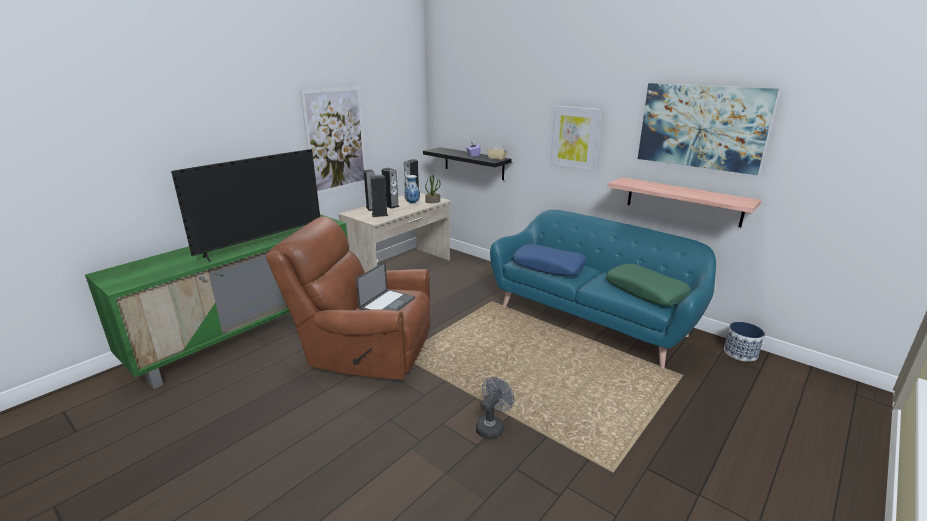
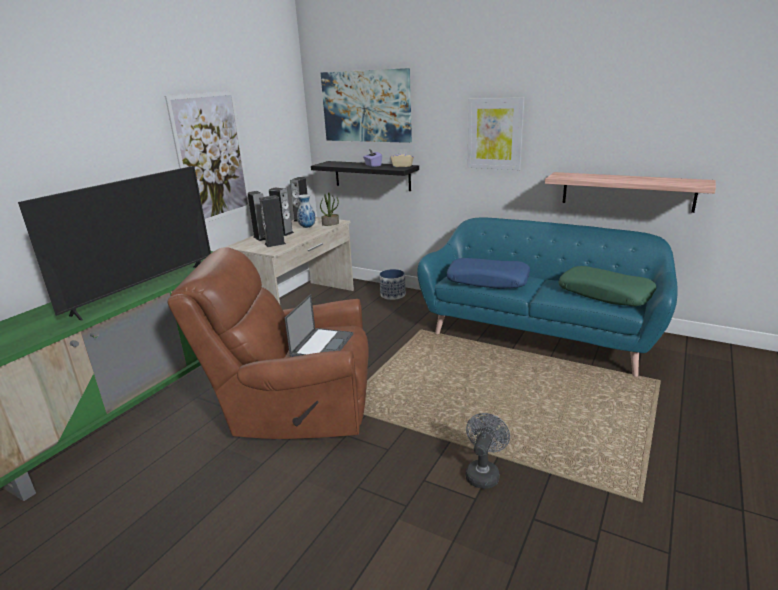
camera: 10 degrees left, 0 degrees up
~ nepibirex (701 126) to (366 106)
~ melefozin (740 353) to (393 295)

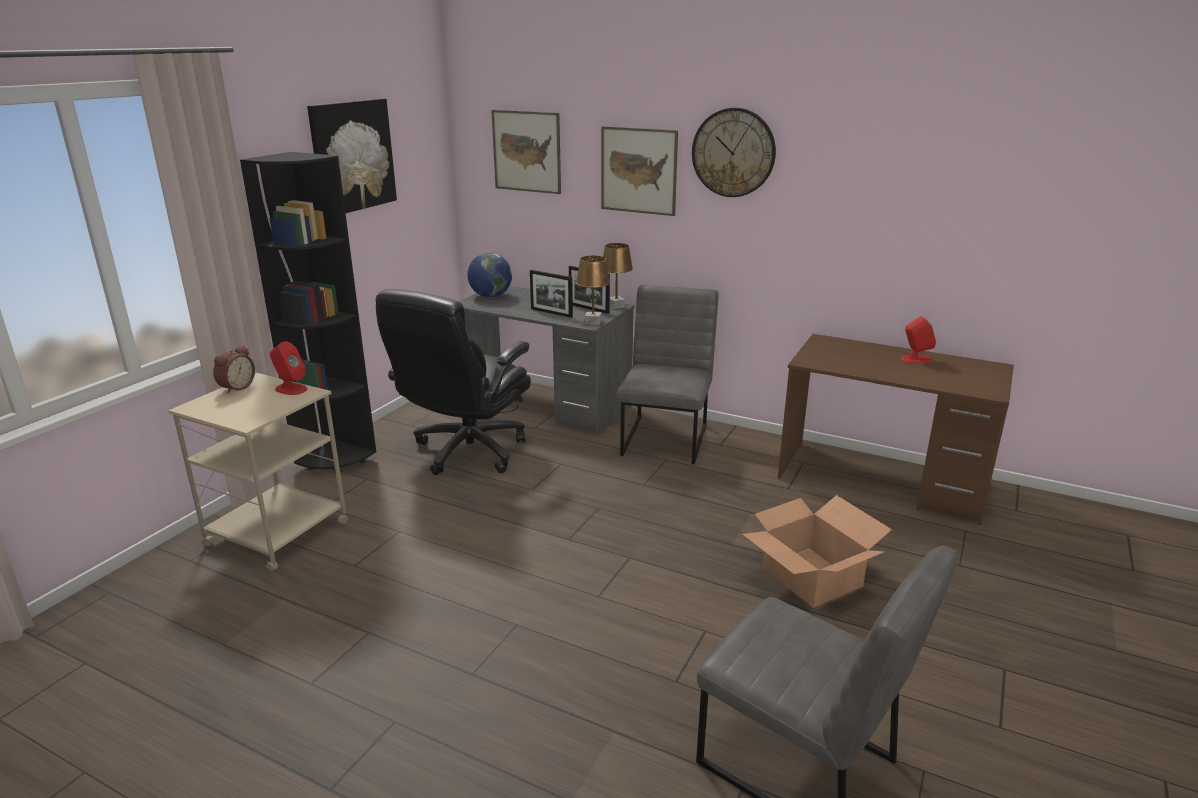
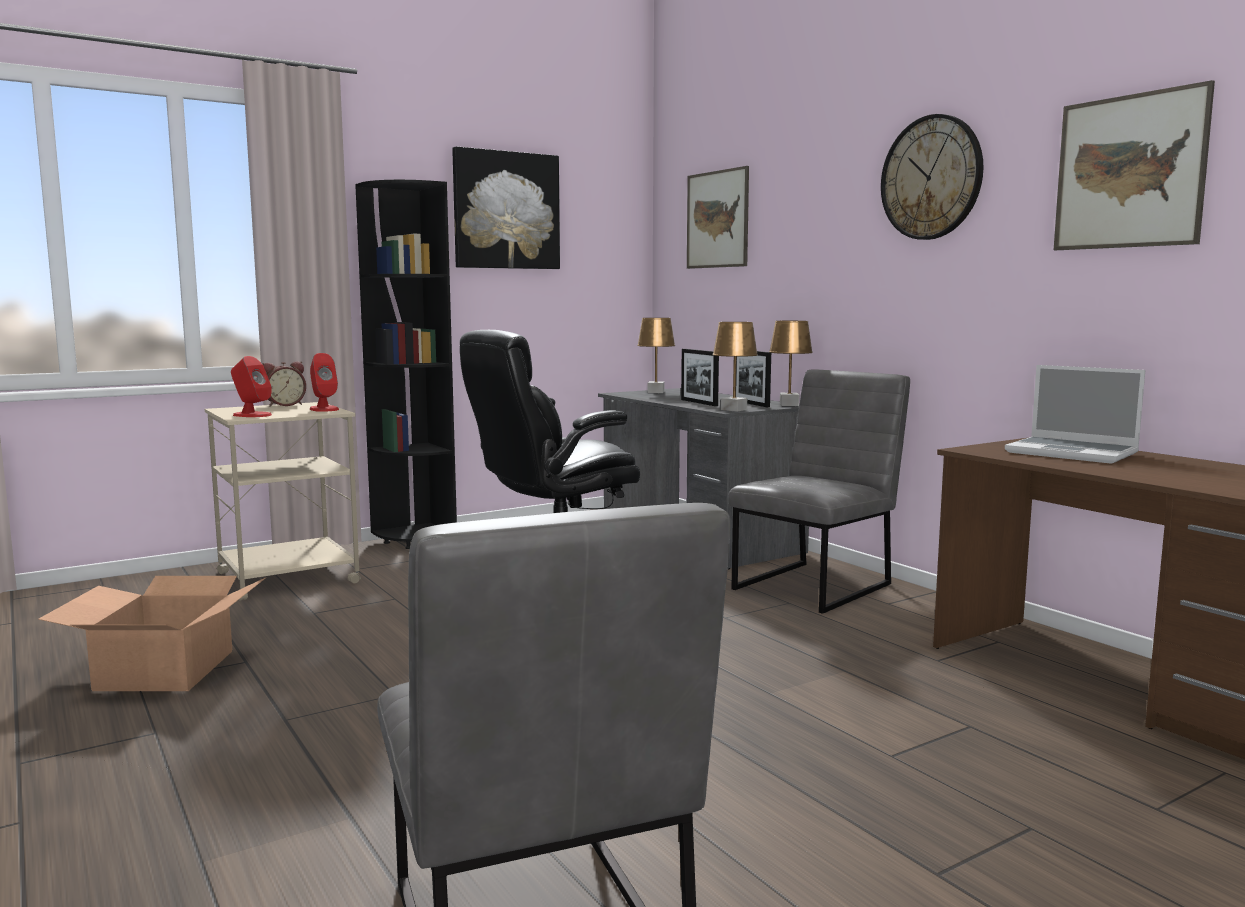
camera: 30 degrees right, 15 degrees down
~ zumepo (490 296) to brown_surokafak (655 392)
~ nepibirex (638 171) to (1129 172)
~ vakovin (811 577) to (164 670)
~ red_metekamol (915 359) to (252 415)
+ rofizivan (1073 453)

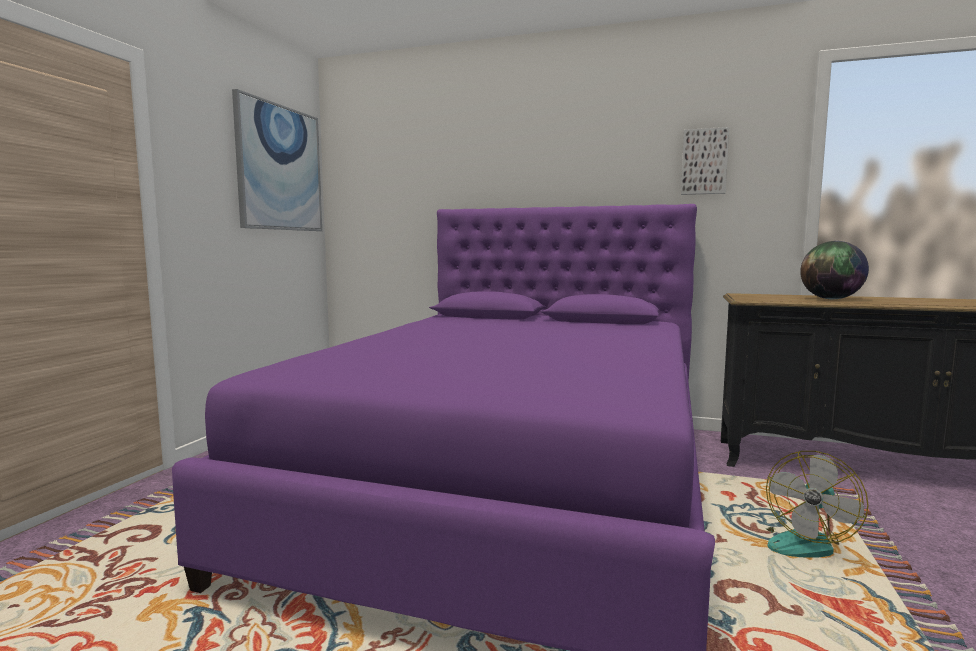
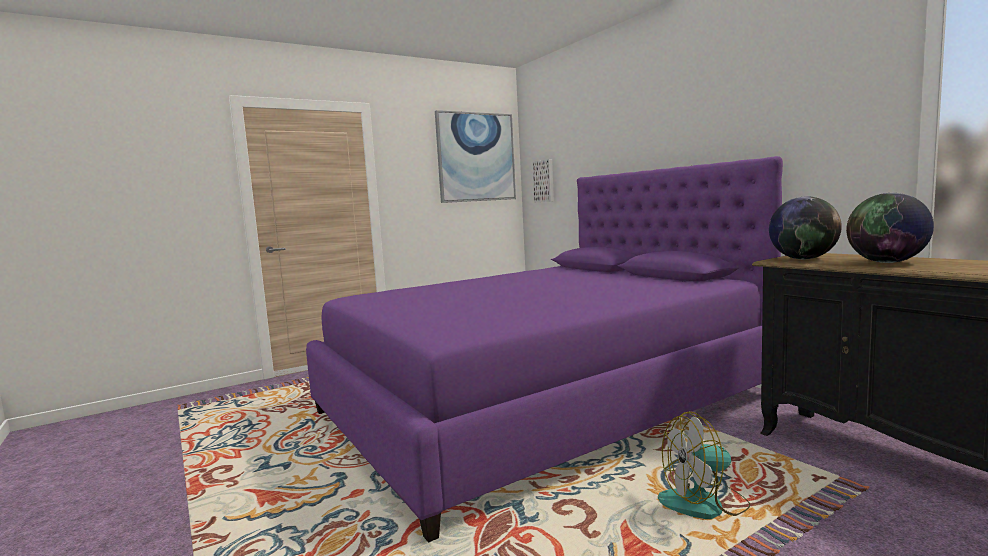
camera: 40 degrees right, 0 degrees up
~ nepibirex (704 162) to (544 181)
+ zumepo (803 259)

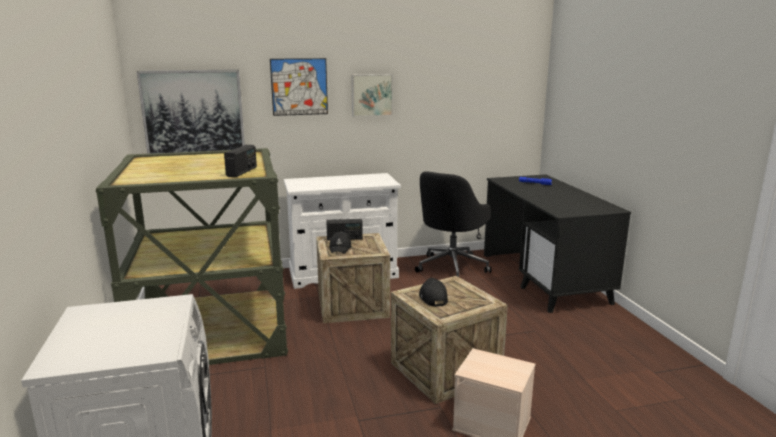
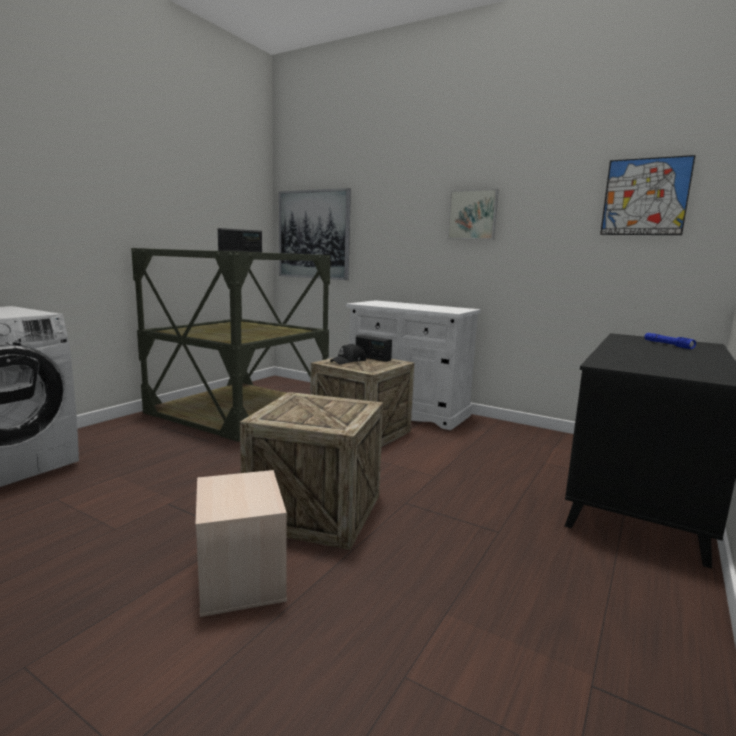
camera: 45 degrees right, 5 degrees down
~ nepibirex (299 87) to (645 197)
- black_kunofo (452 268)
- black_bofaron (432 297)

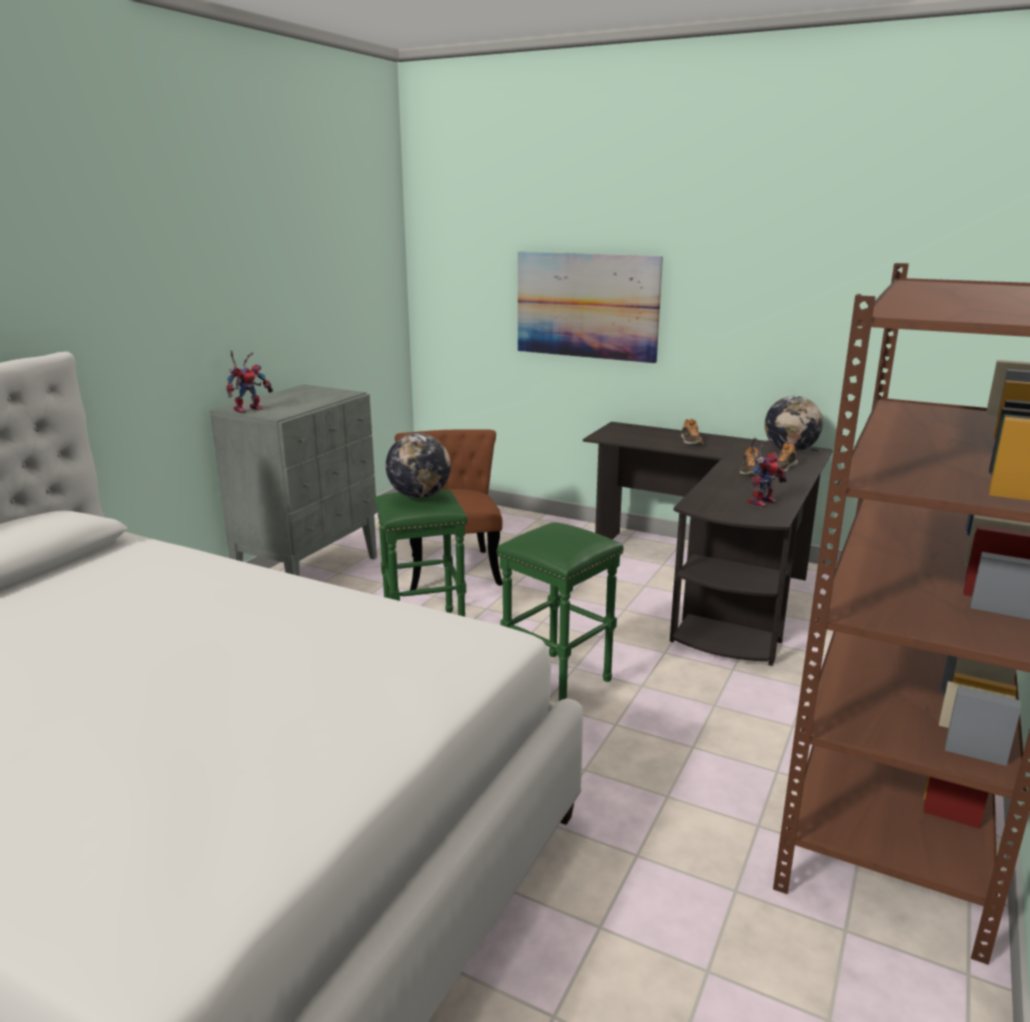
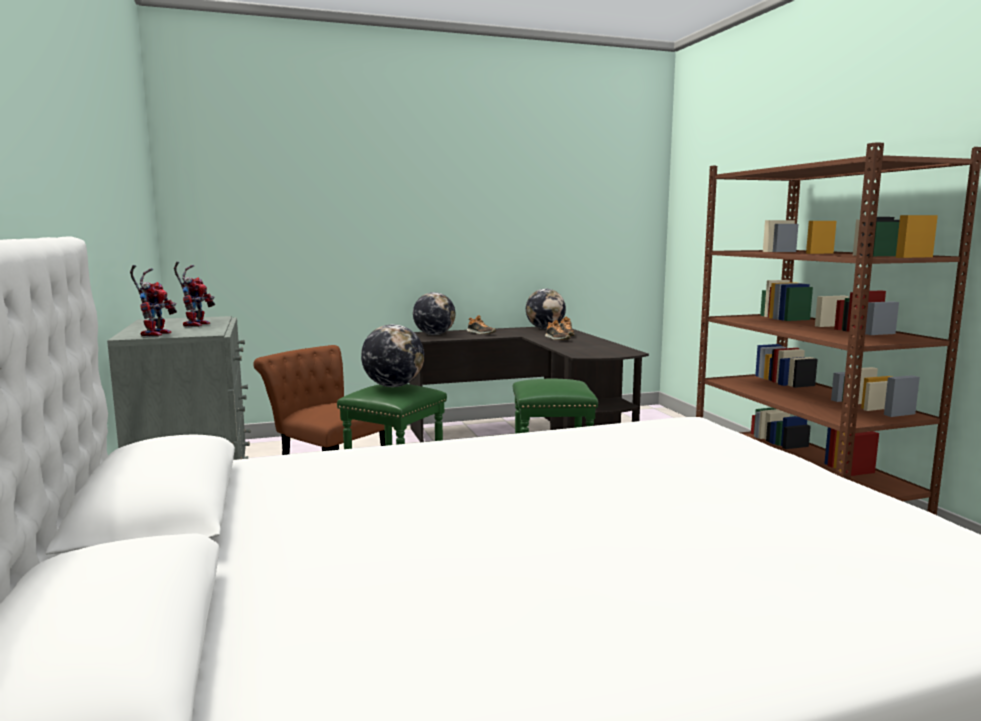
camera: 45 degrees left, 10 degrees down
- nepibirex (587 305)
~ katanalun (761 501) to (195 325)
+ zumepo (434 334)

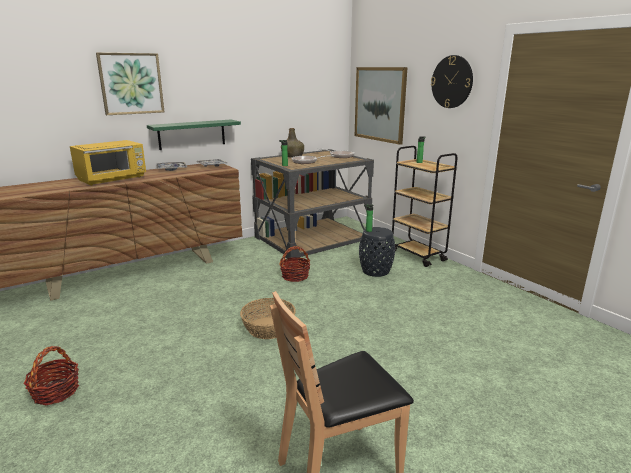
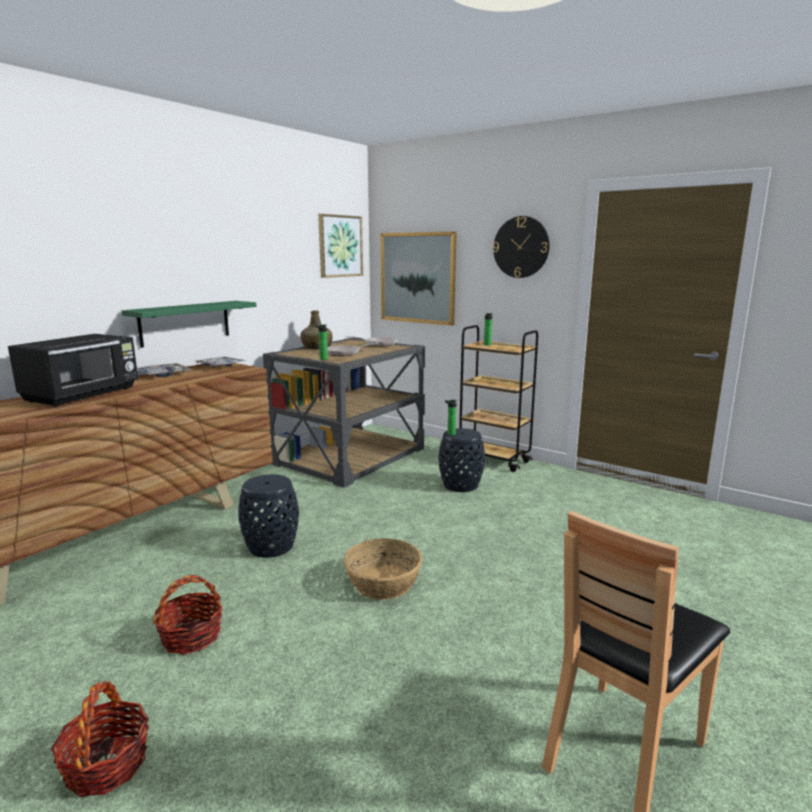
camera: 20 degrees left, 5 degrees down
~ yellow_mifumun (113 179) to black_mifumun (83 395)
~ nepibirex (131 83) to (340 246)
~ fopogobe (295 276) to (191 636)
+ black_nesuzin (271 546)

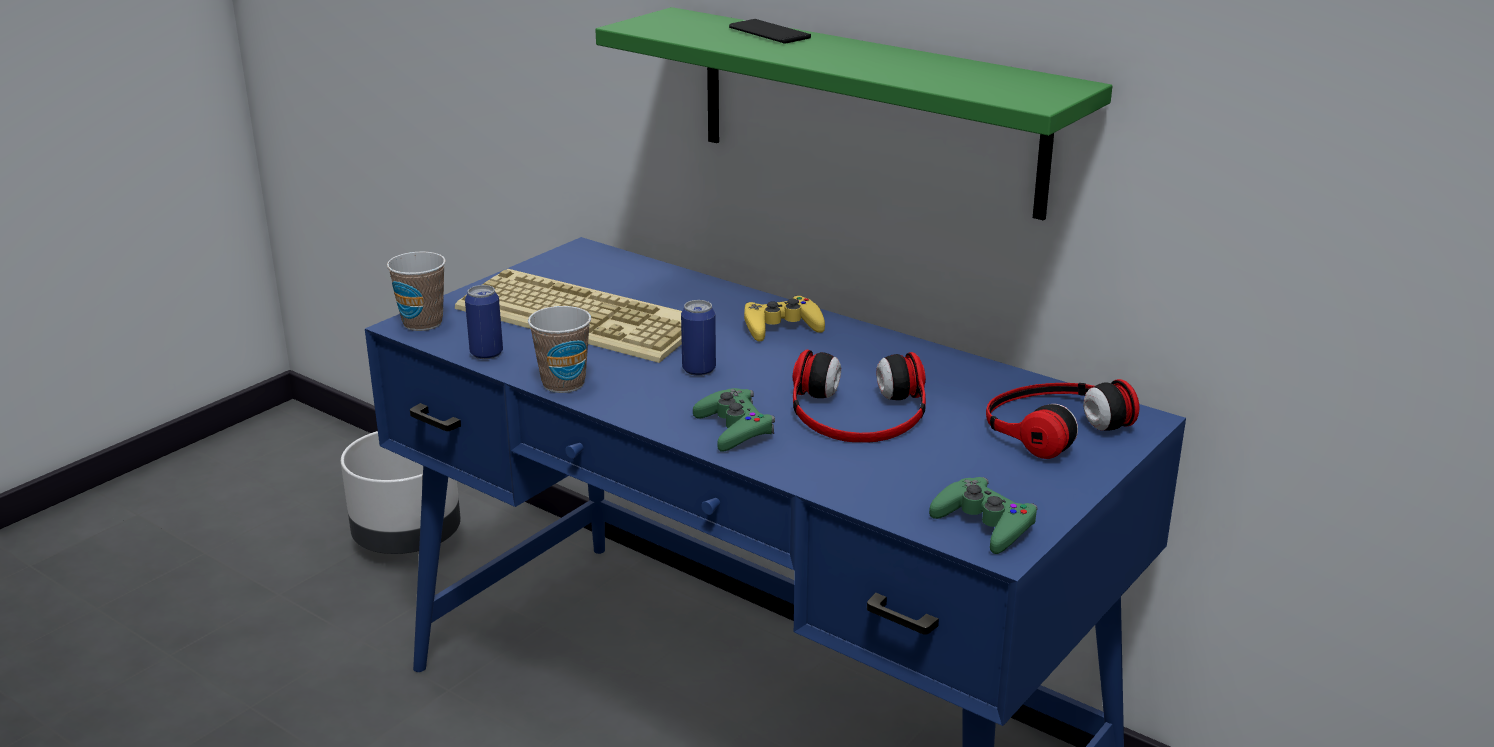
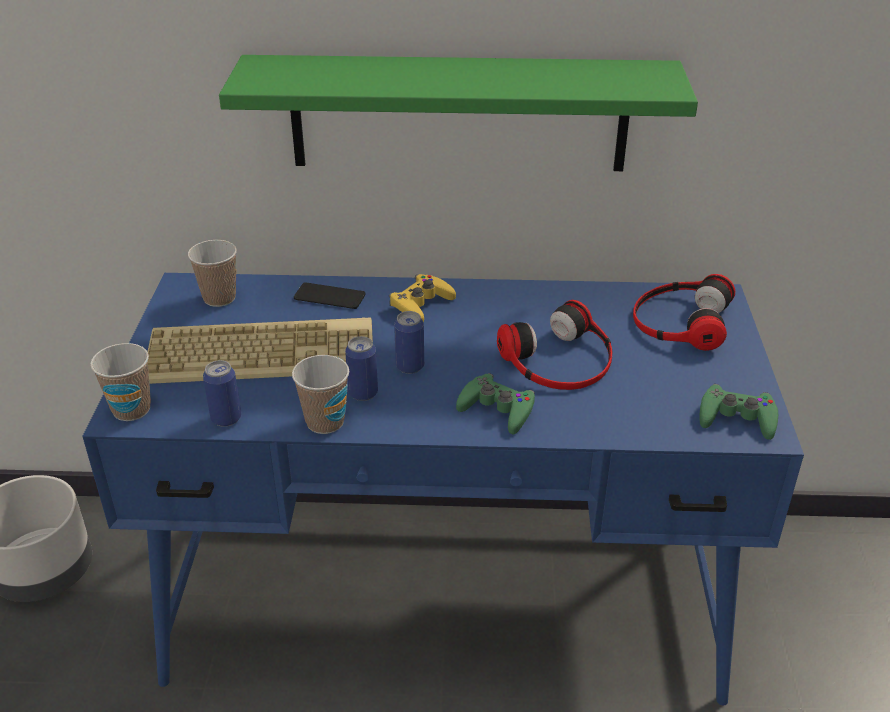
camera: 35 degrees left, 10 degrees up
~ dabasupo (769 33) to (329 297)
+ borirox (219 298)
+ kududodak (363 393)

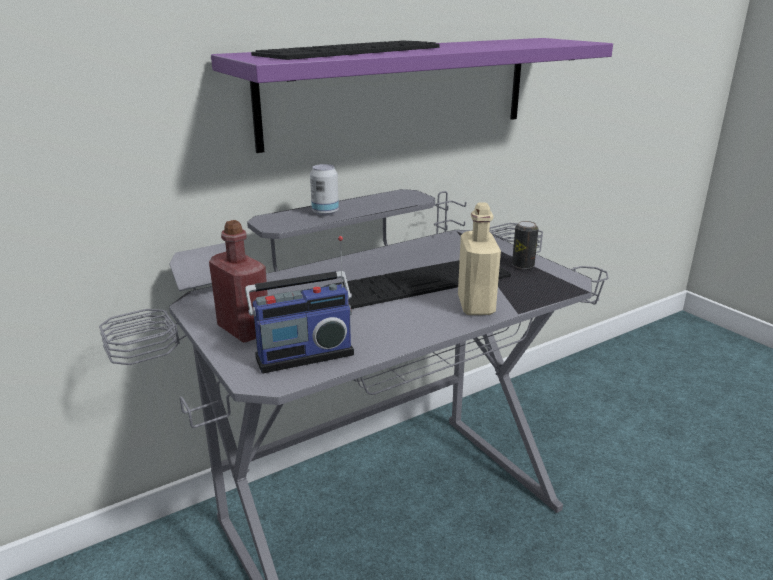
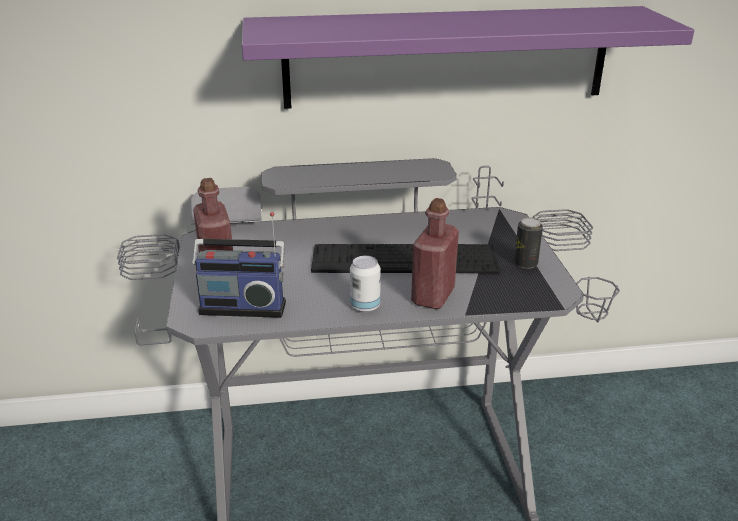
camera: 25 degrees right, 5 degrees up
- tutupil (351 51)
~ kududodak (325 212) to (365 306)
~ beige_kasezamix (476 305) to red_kasezamix (433 296)

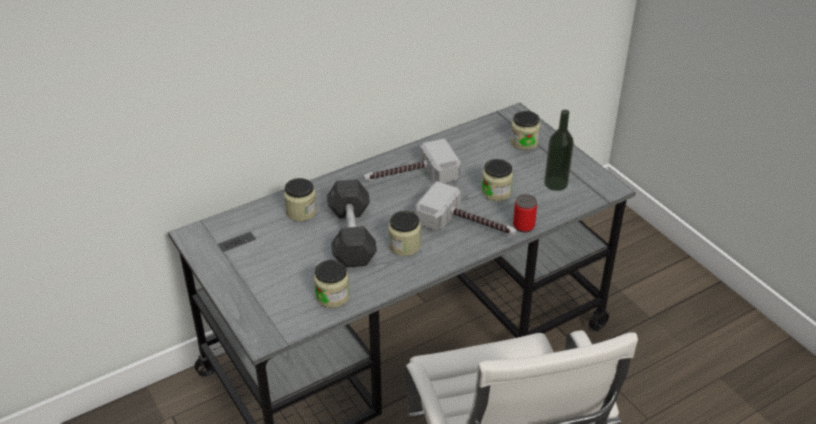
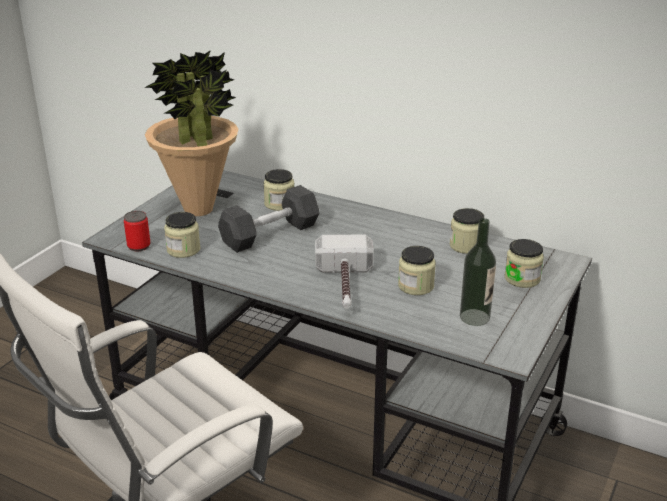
camera: 60 degrees right, 10 degrees down
- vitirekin (409 177)
~ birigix (404 245) to (466 246)
~ kududodak (523 226) to (139 246)
+ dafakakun (199 209)

